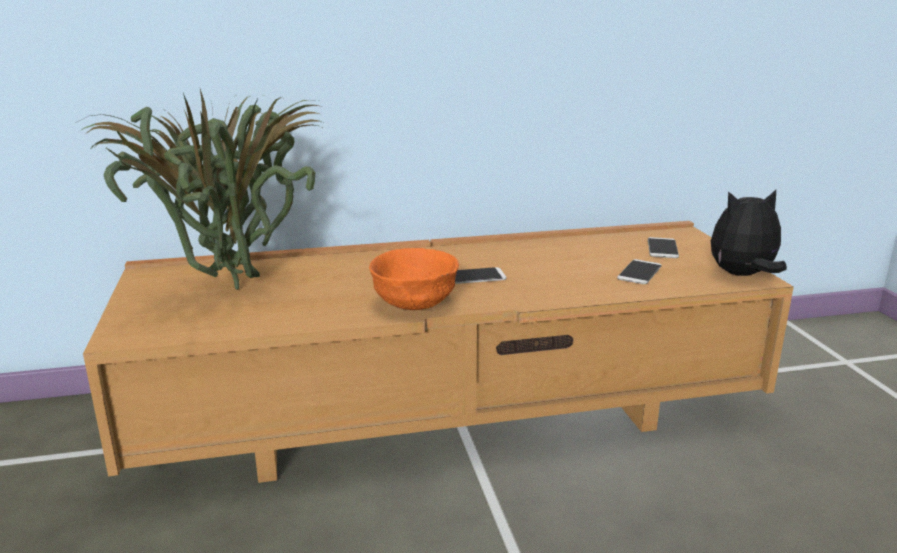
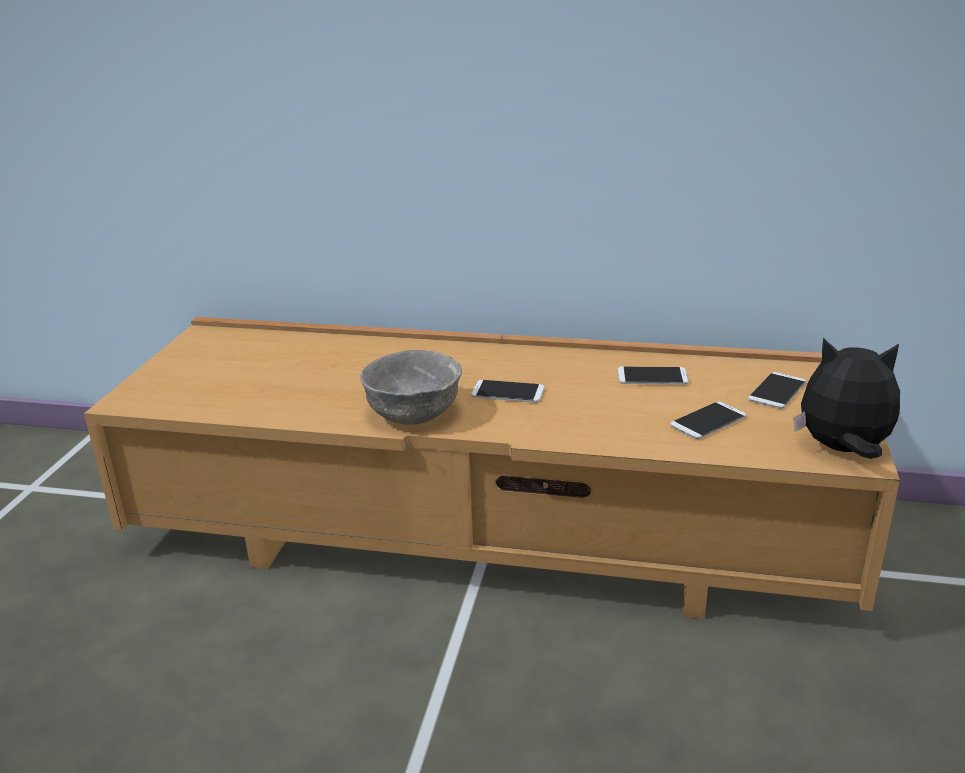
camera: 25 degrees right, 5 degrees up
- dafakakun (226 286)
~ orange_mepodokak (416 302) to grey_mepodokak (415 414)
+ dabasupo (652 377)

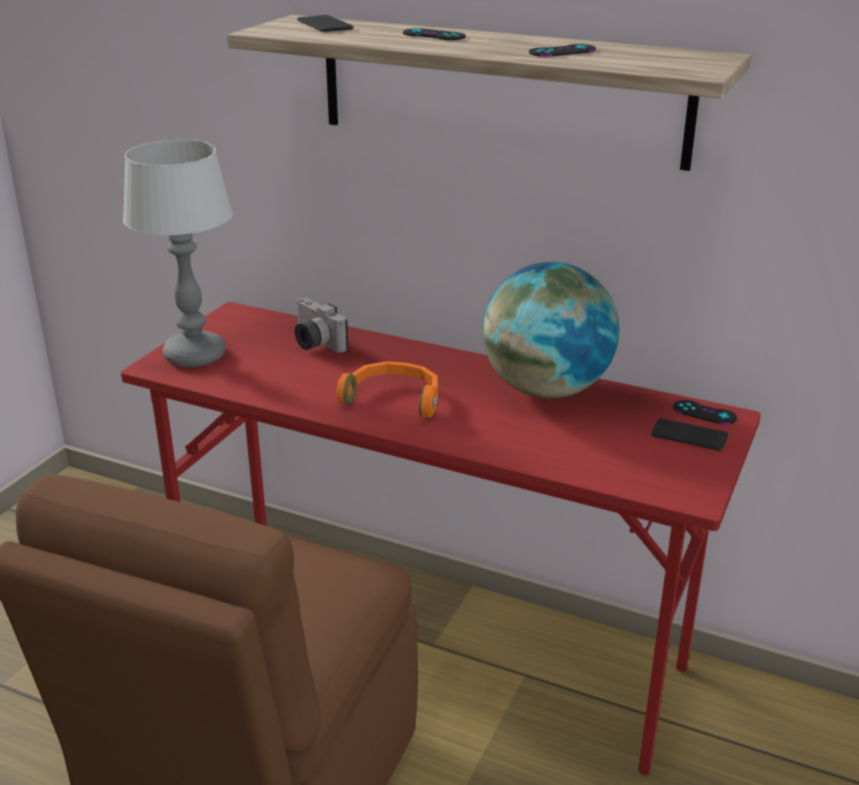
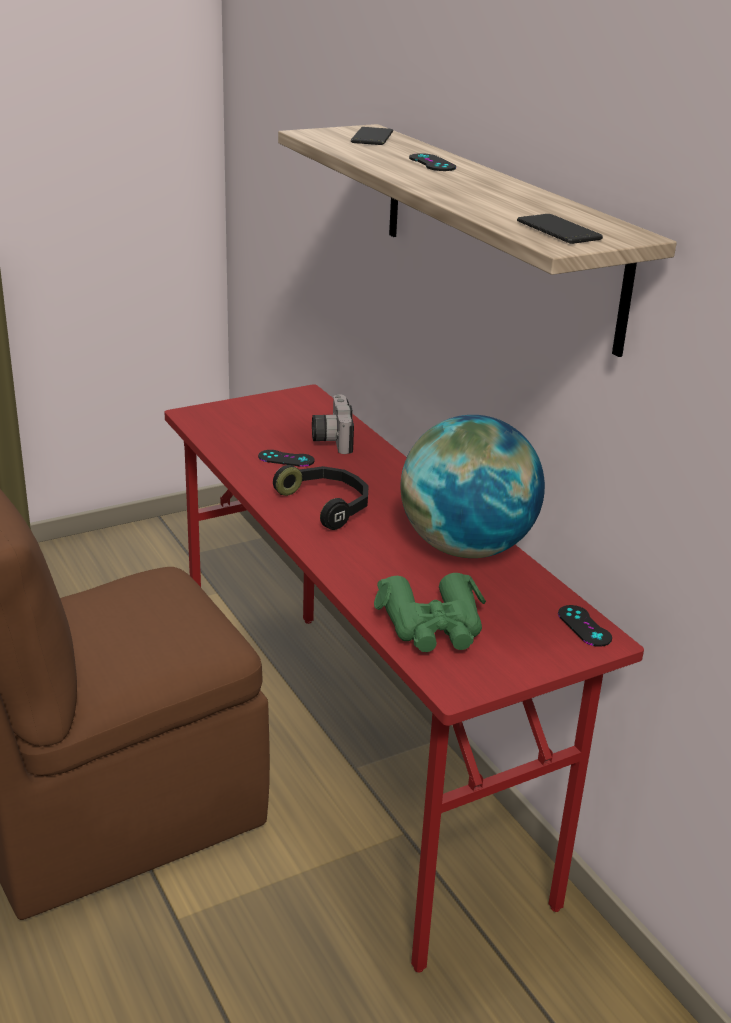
camera: 35 degrees right, 0 degrees up
- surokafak (196 355)
~ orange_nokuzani (394 399) to black_nokuzani (328 505)
~ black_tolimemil (562 51) to (286 459)
~ dabasupo (689 436) to (558 230)
+ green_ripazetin (433 626)

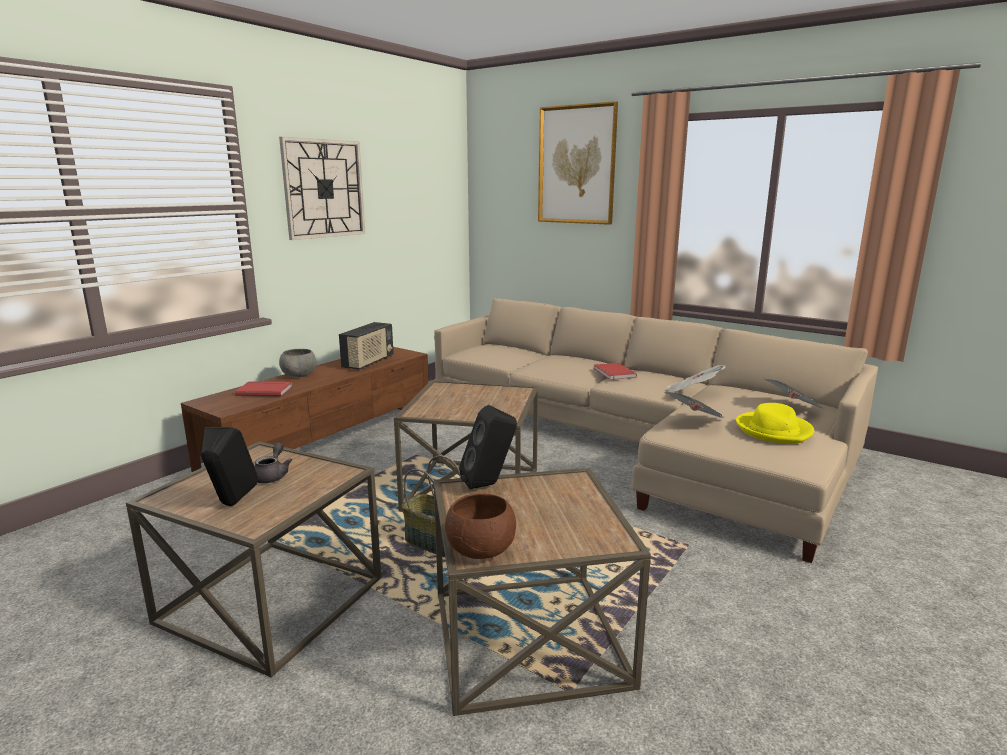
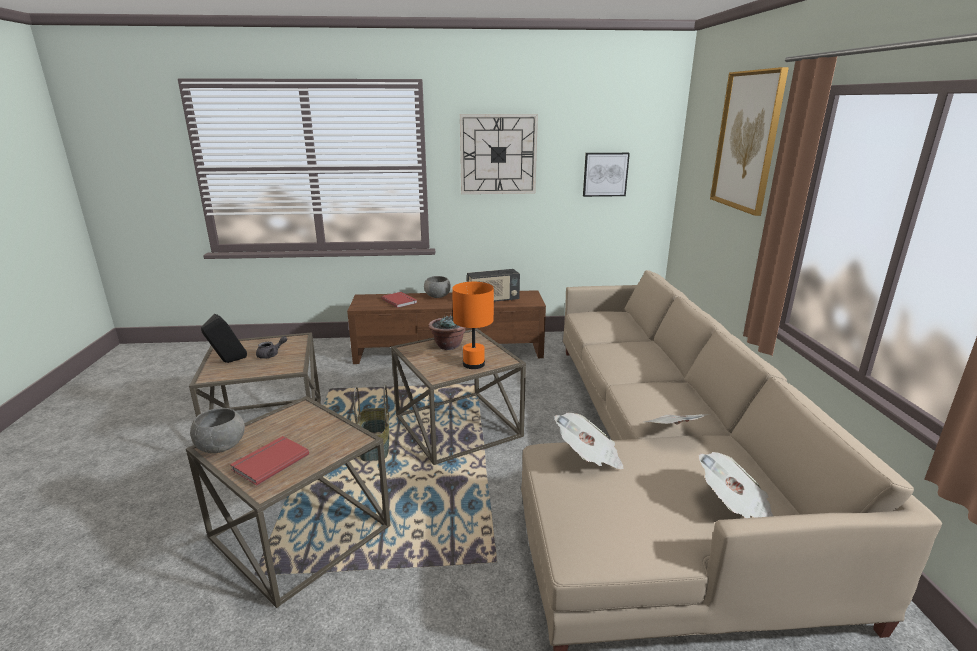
camera: 50 degrees right, 5 degrees up
~ brown_mepodokak (481 549) to grey_mepodokak (221 446)
- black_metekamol (489 484)
~ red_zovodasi (613 373) to (269 461)
- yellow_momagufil (774 430)
+ dafakakun (448 345)
+ orange_surokafak (474 364)
+ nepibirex (605 174)

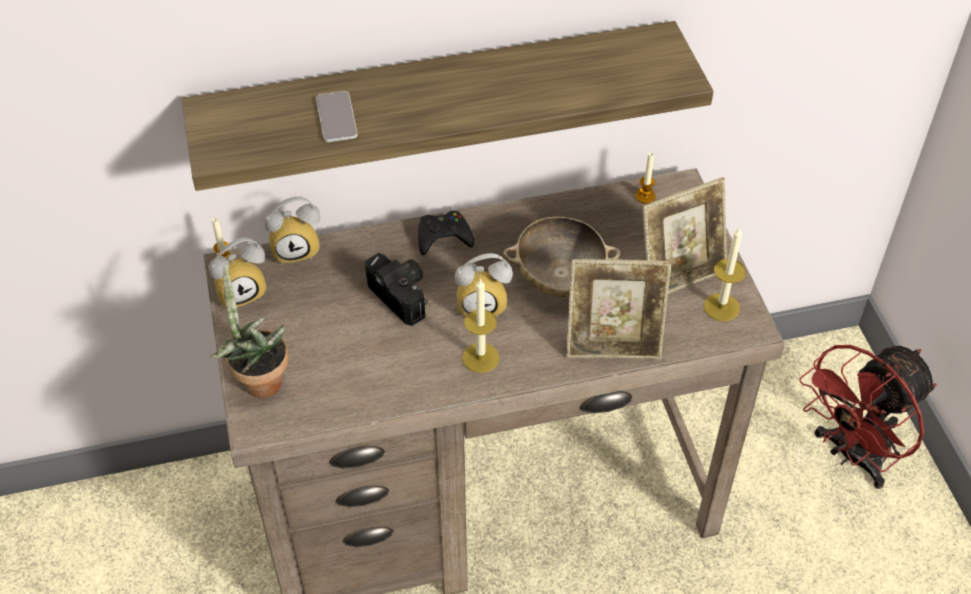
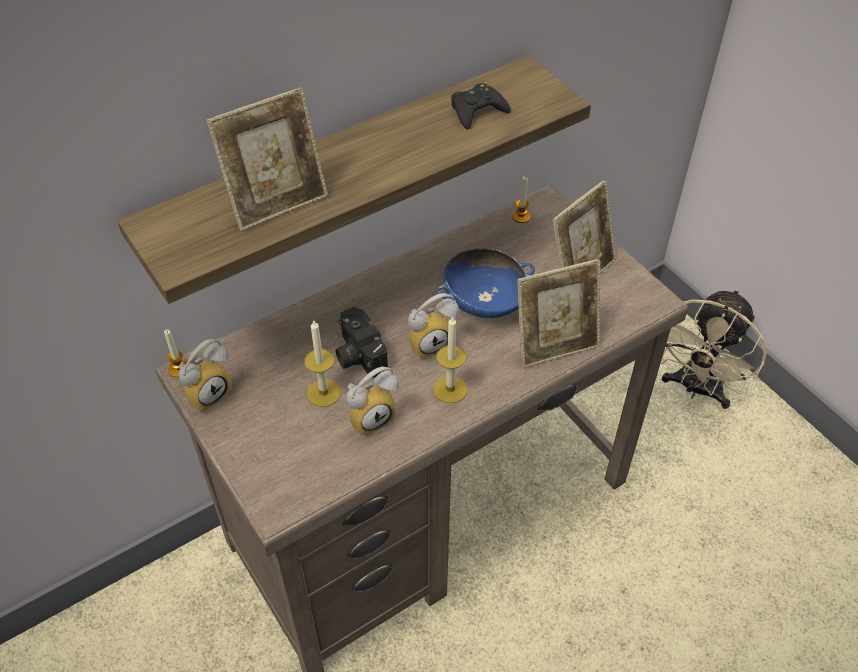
camera: 20 degrees left, 0 degrees up
- dafakakun (258 380)
~ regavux (297 249) to (371 416)
~ dabasupo (336 118) to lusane (277 203)
~ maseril (403 295) = (357 354) 150 degrees counterclockwise
~ black_tolimemil (443 237) to (477 111)
~ beige_mepodokak (560 277) to blue_mepodokak (484 302)
~ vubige (721 307) to (323 393)
~ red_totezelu (852 456) to beige_totezelu (696 389)

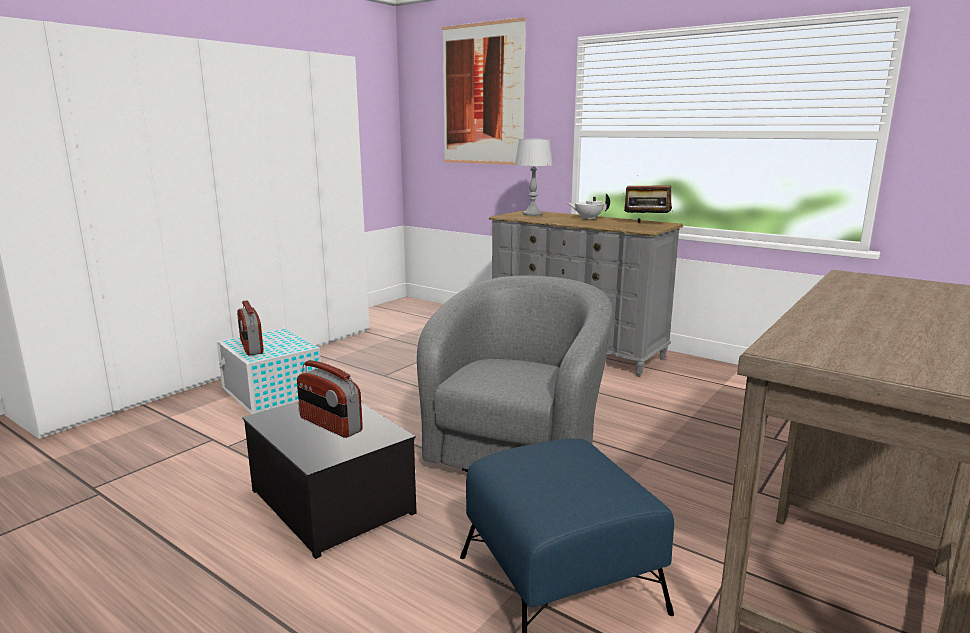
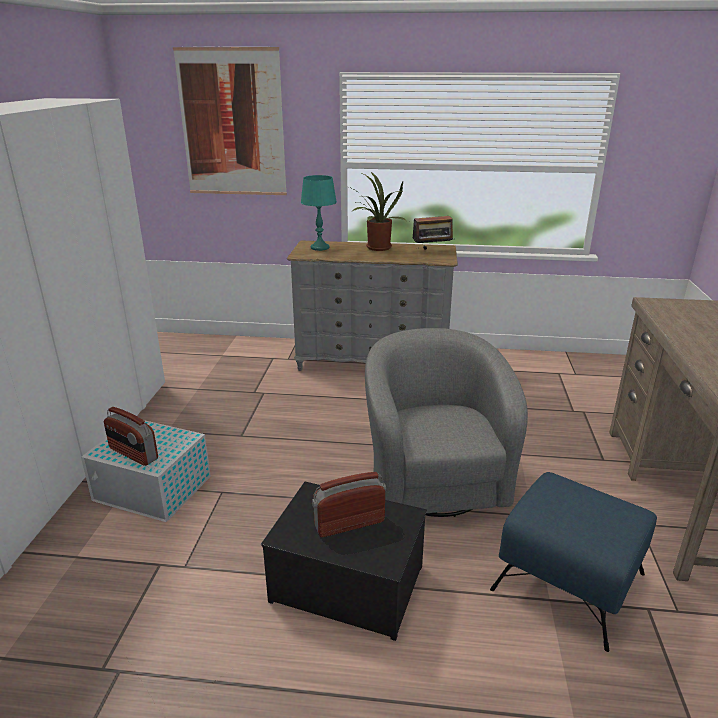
camera: 30 degrees left, 10 degrees up
~ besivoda (330 425) = (349 523) 150 degrees clockwise
~ grey_surokafak (532 214) to turquoise_surokafak (320 248)
~ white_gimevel (588 218) to dafakakun (376 248)

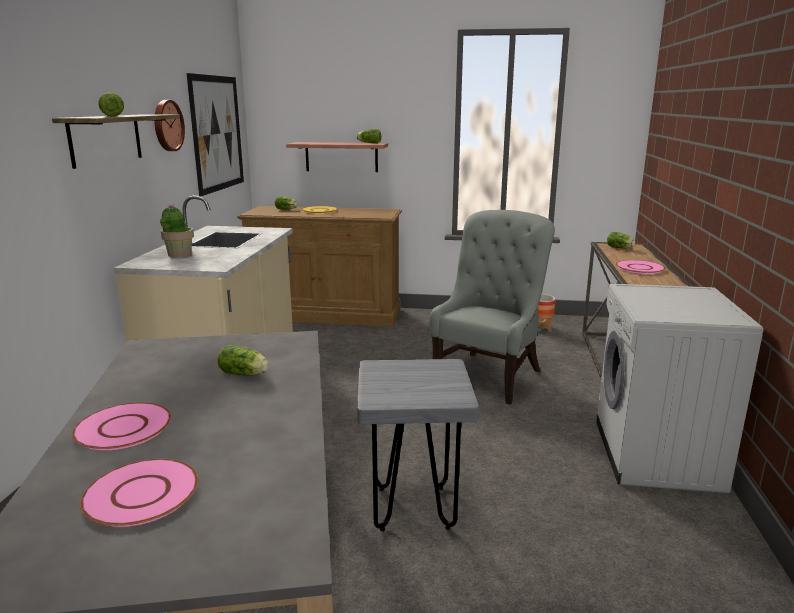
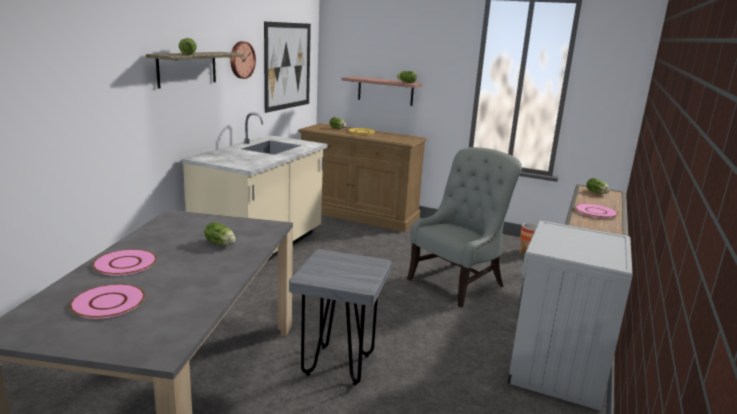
camera: 15 degrees right, 0 degrees up
- dafakakun (179 254)

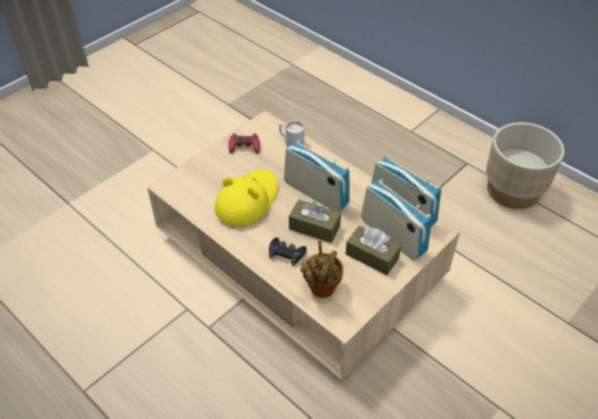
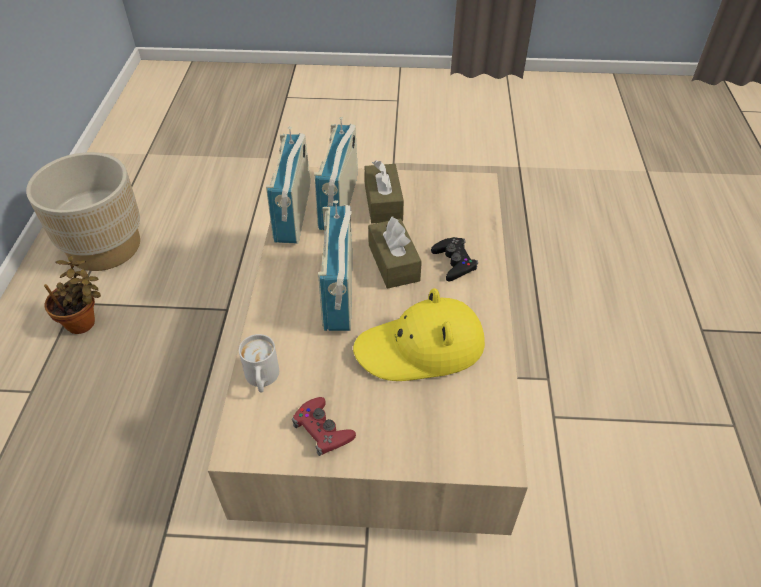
camera: 130 degrees left, 0 degrees up
~ dafakakun (321 290) to (84 323)

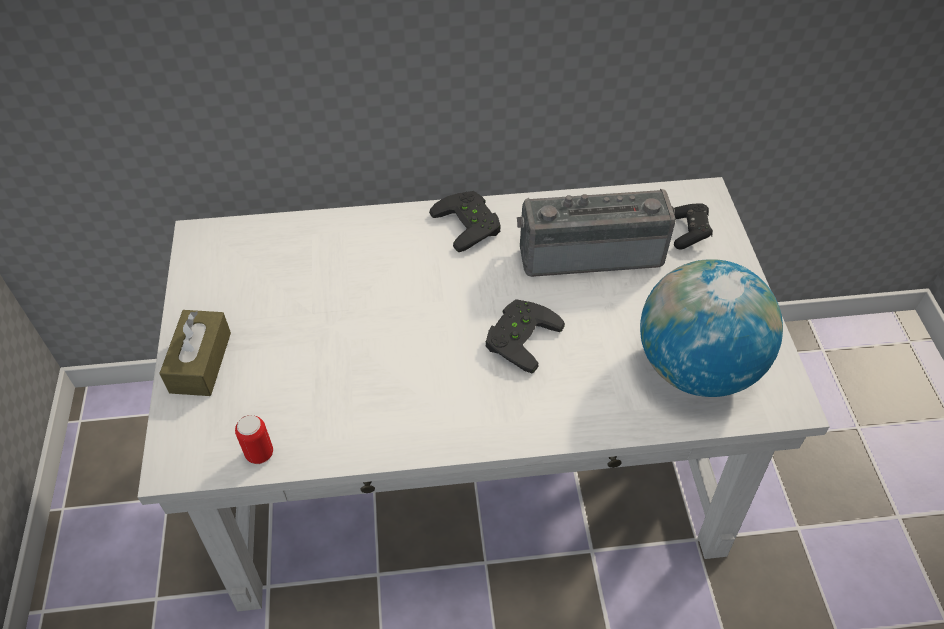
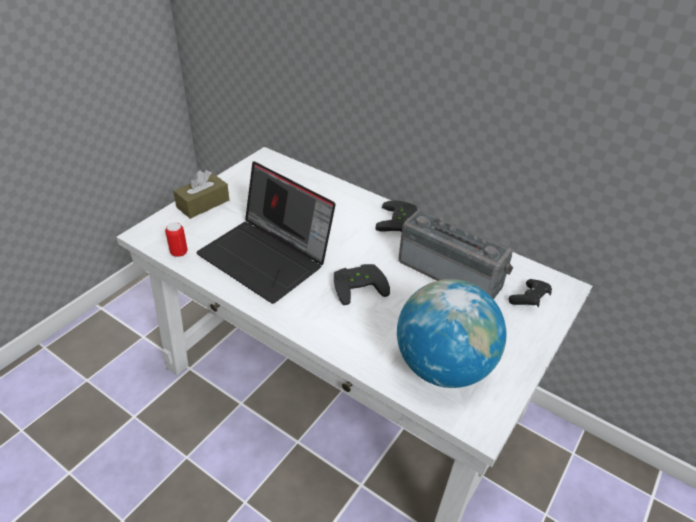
camera: 40 degrees right, 10 degrees down
+ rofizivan (268 257)

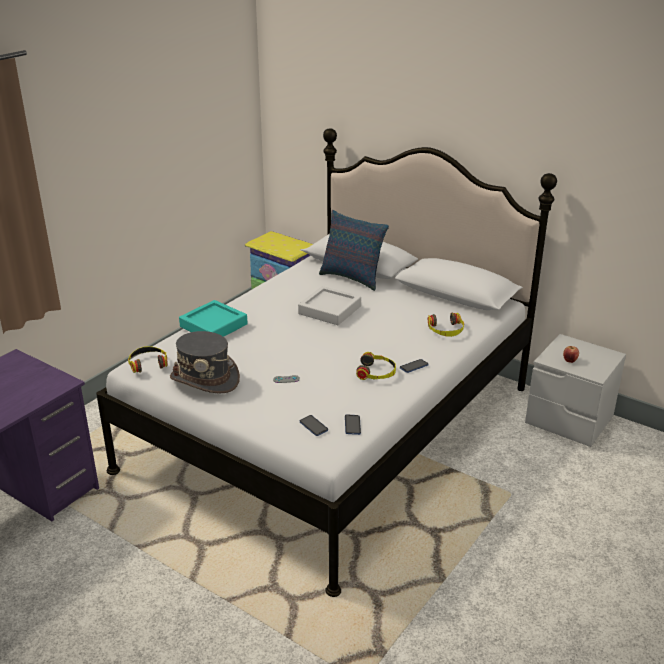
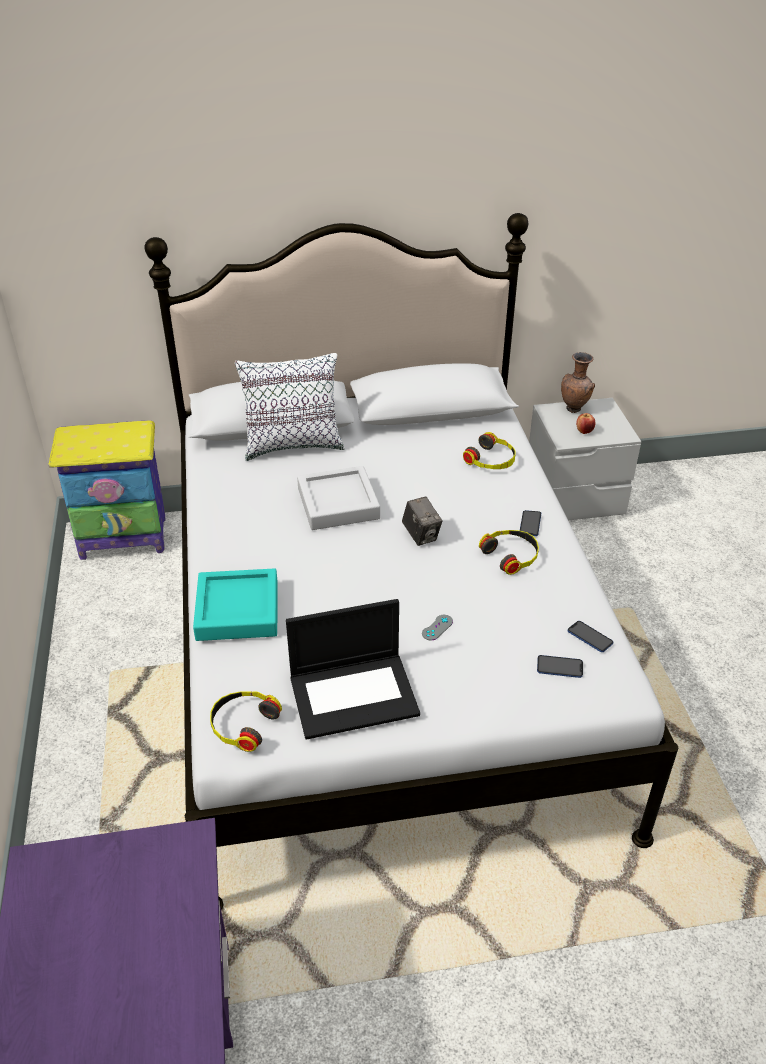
camera: 45 degrees left, 10 degrees up
~ grey_momagufil (205 379) to rofizivan (354 694)
~ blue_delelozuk (352 279) to white_delelozuk (293 447)
+ maseril (421 535)
+ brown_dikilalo (574 409)

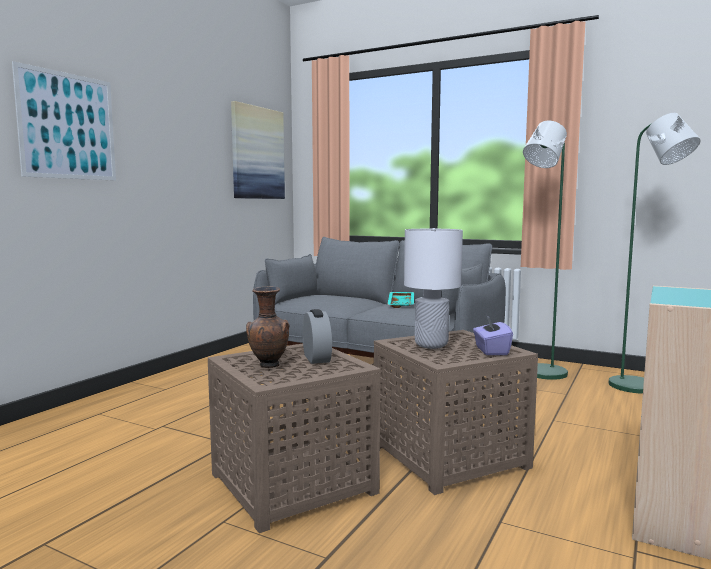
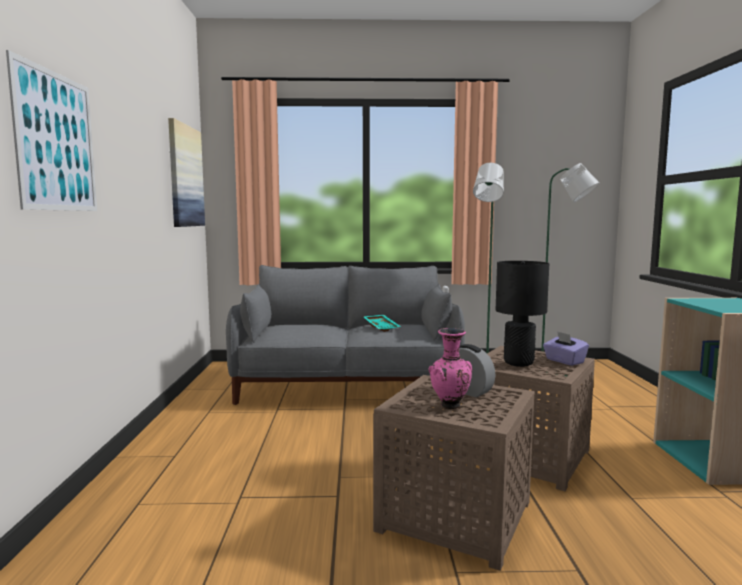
camera: 30 degrees left, 0 degrees up
~ brown_dikilalo (268 366) to pink_dikilalo (450 407)
~ white_surokafak (431 347) to black_surokafak (519 364)

